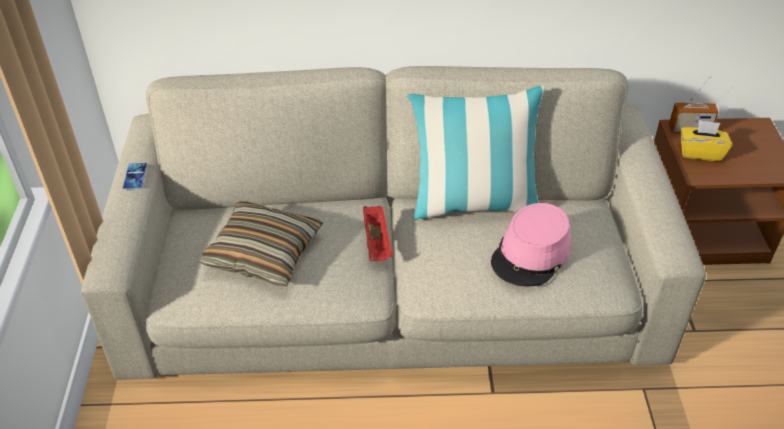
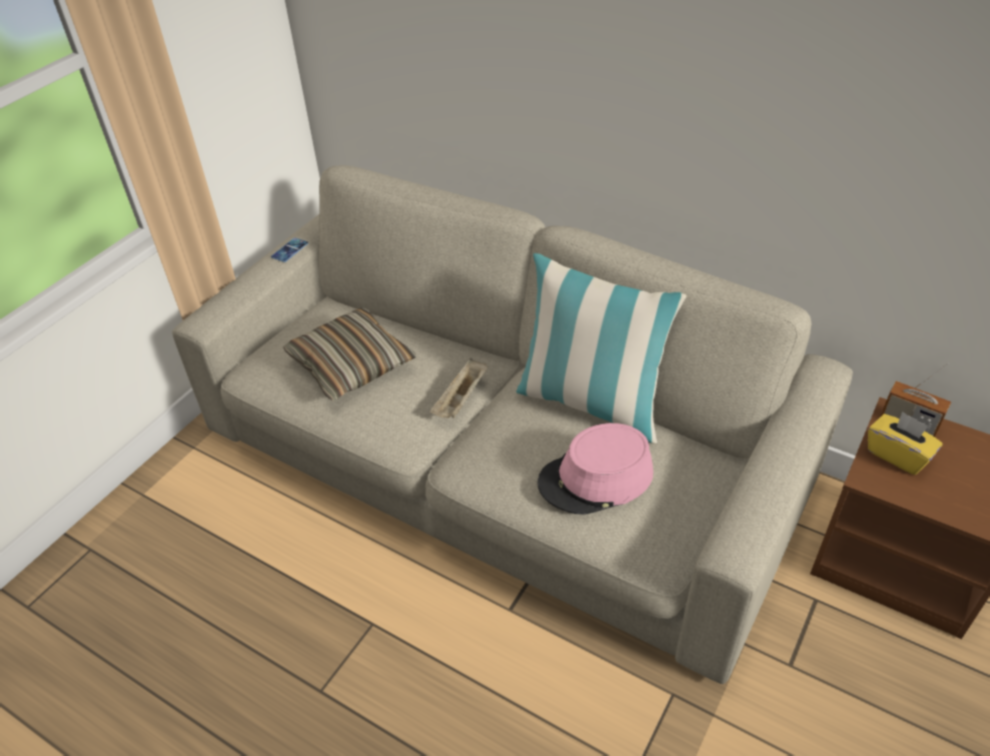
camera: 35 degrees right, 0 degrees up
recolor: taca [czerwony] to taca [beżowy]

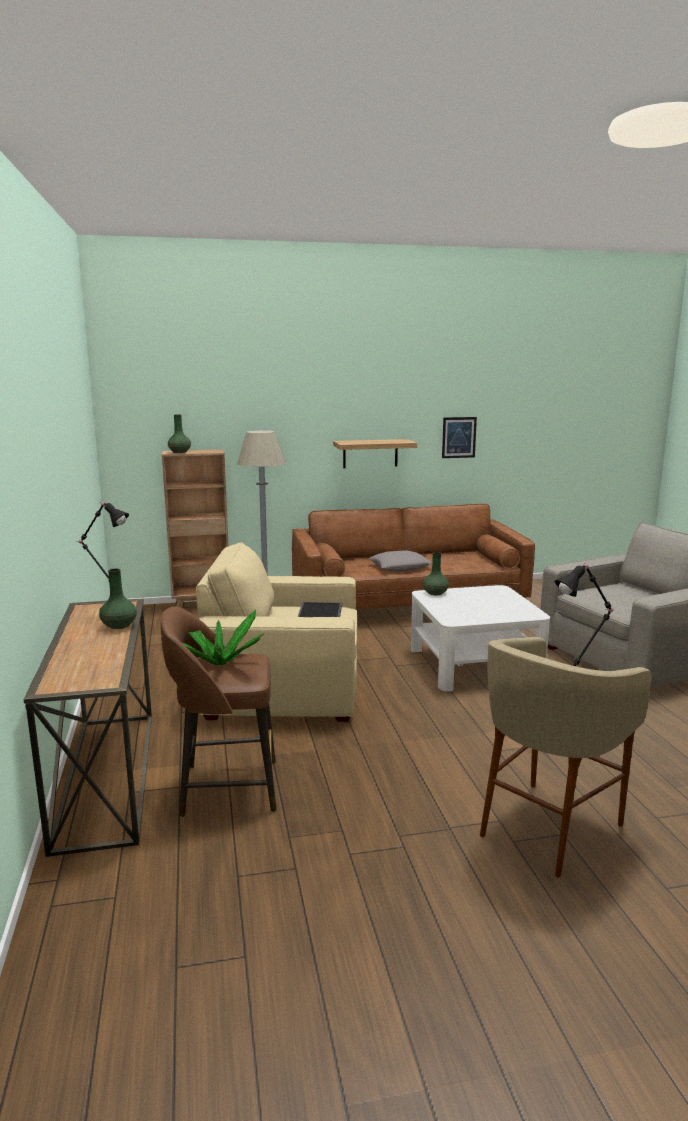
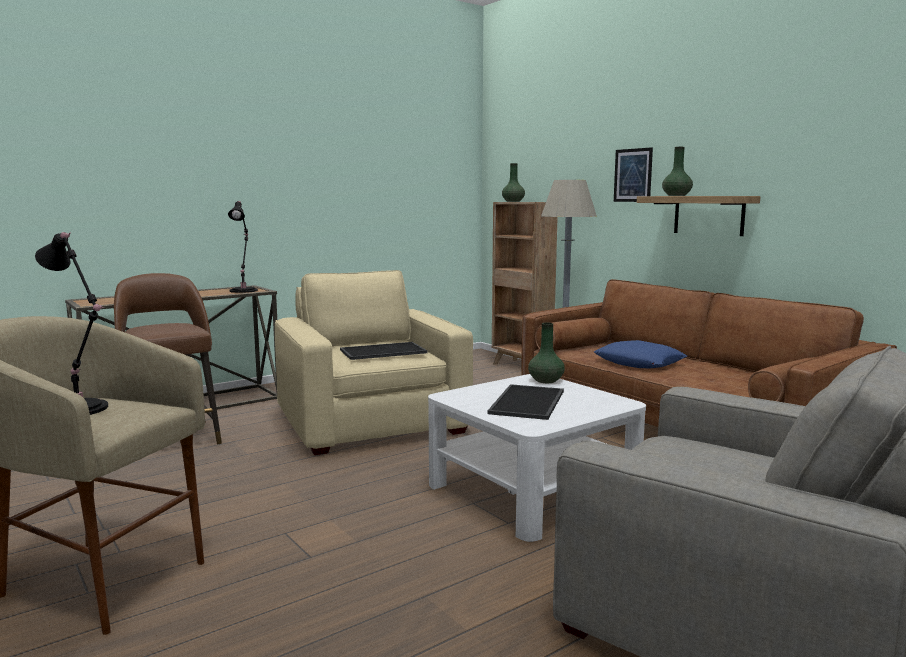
camera: 65 degrees right, 5 degrees down
delete: roślina doniczkowa
insert: taca (2nd from left)
move: wazon [zielony] (1st from left in the first image) to wazon [zielony] (3rd from left); obraz
recolor: poduszka [szary] to poduszka [niebieski]

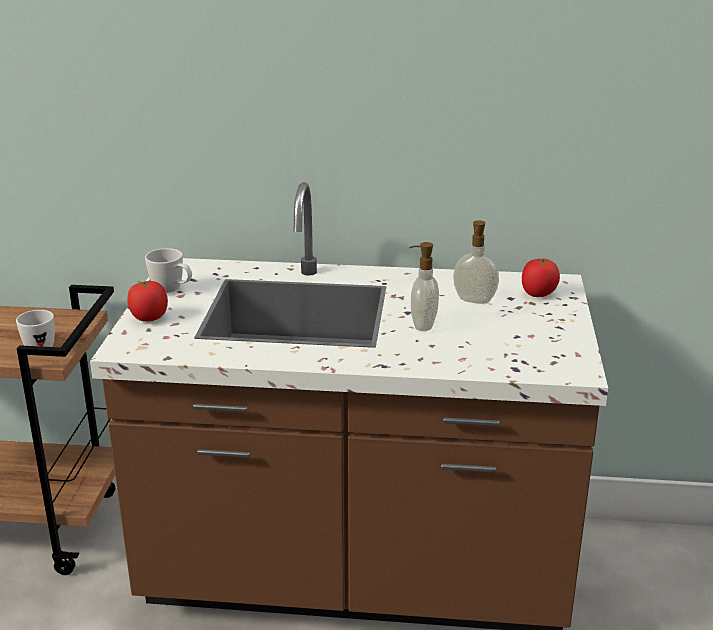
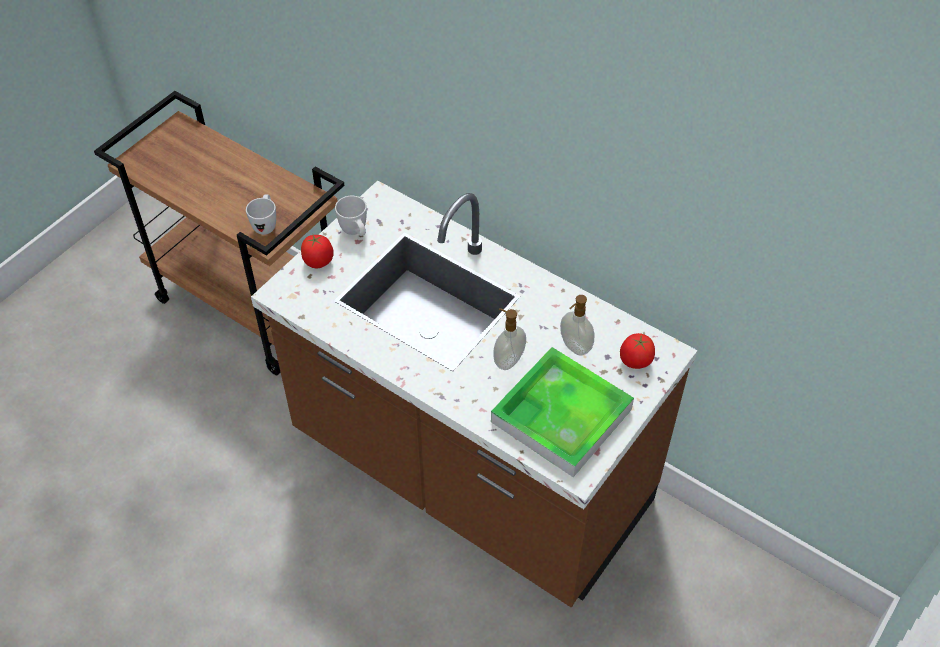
camera: 30 degrees right, 25 degrees up
insert: taca

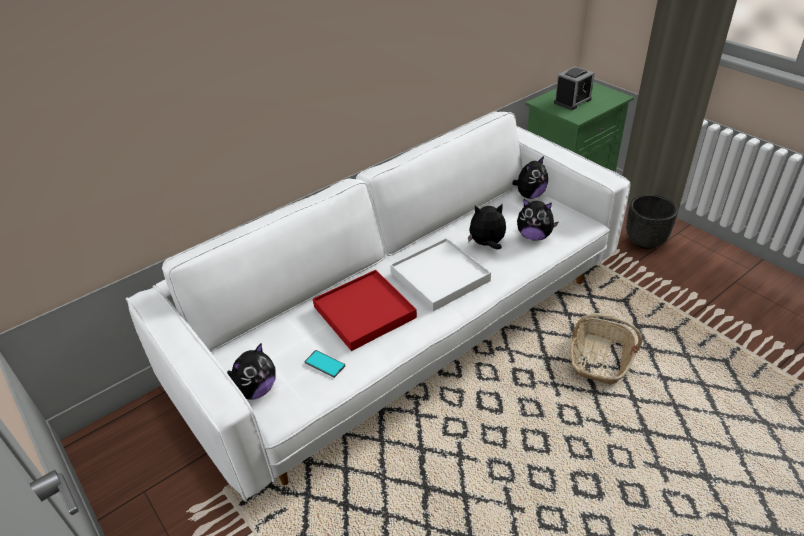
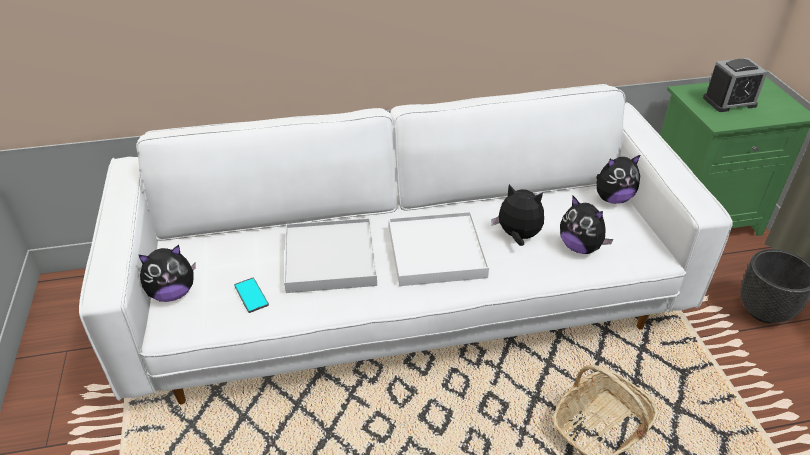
camera: 25 degrees right, 0 degrees up
recolor: taca [czerwony] to taca [biały] (1st from left)

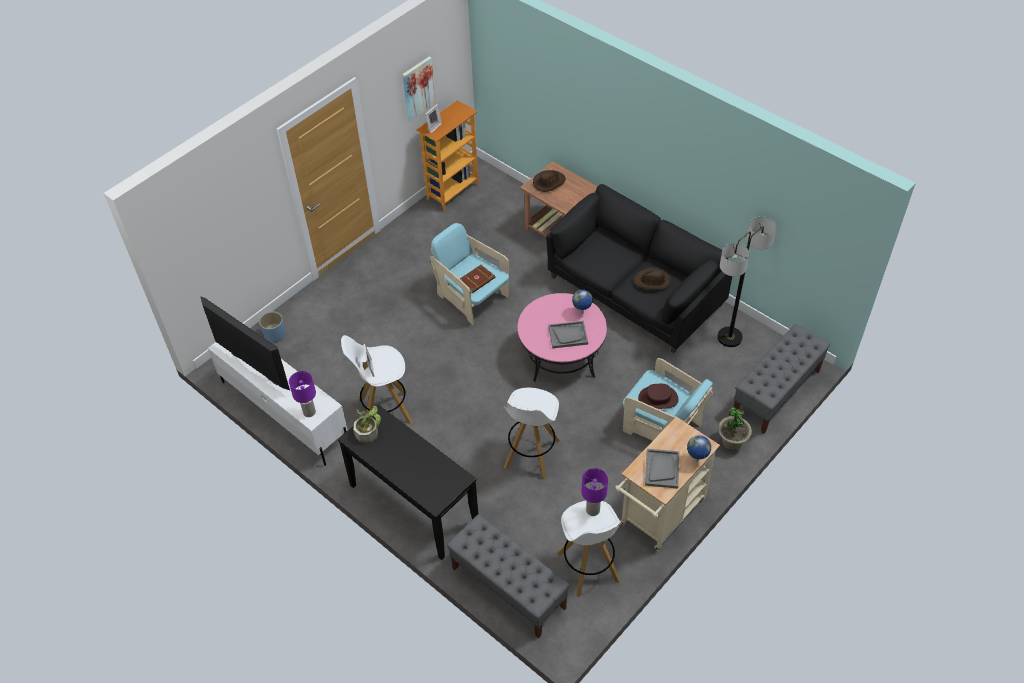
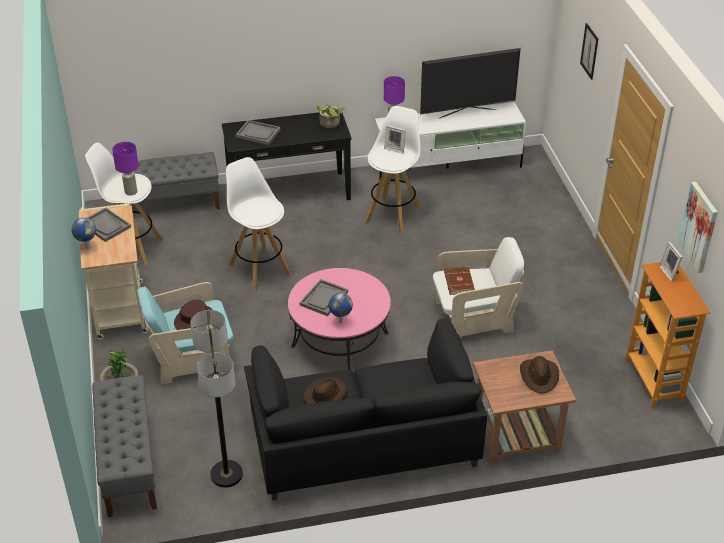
camera: 125 degrees right, 10 degrees down
delete: donica [niebieski]
insert: taca [szary] (2nd from left); obraz (1st from left)
recolor: fotel [turkusowy] (1st from left) to fotel [biały]

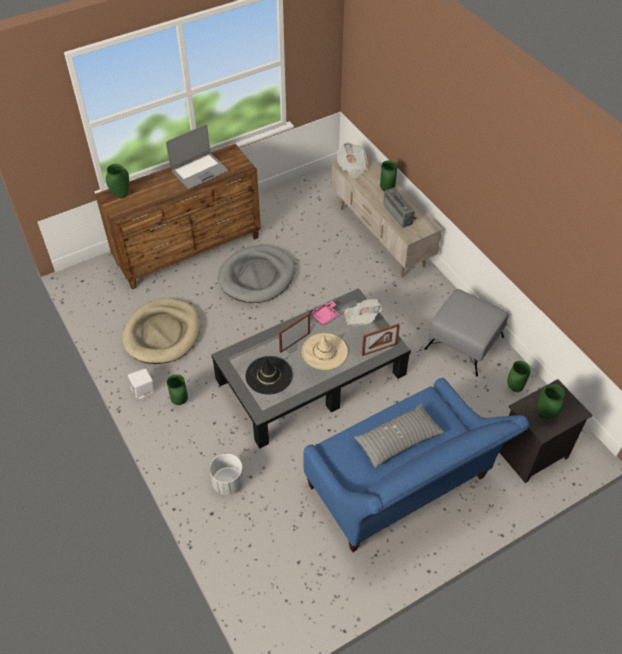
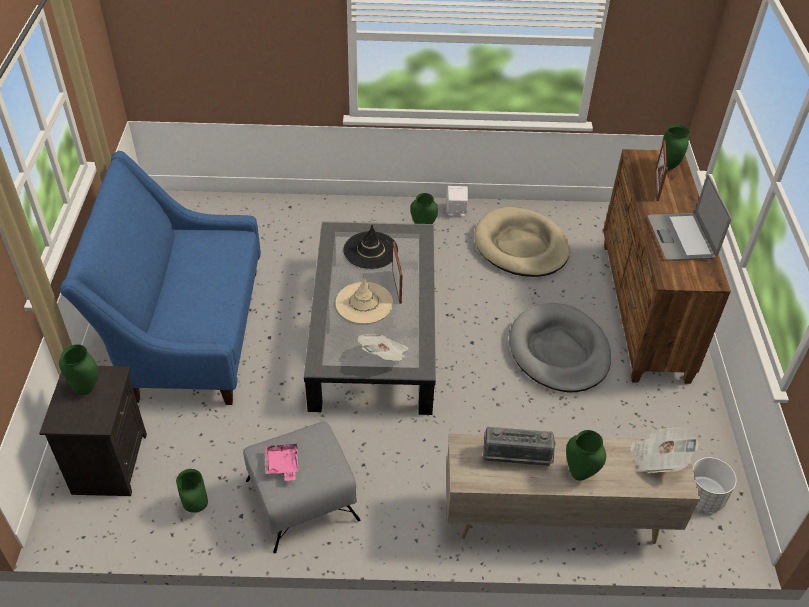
camera: 120 degrees right, 5 degrees down
delete: poduszka [szary]
move: donica [biały]; taca [różowy]; ramka na zdjęcie (2nd from left)

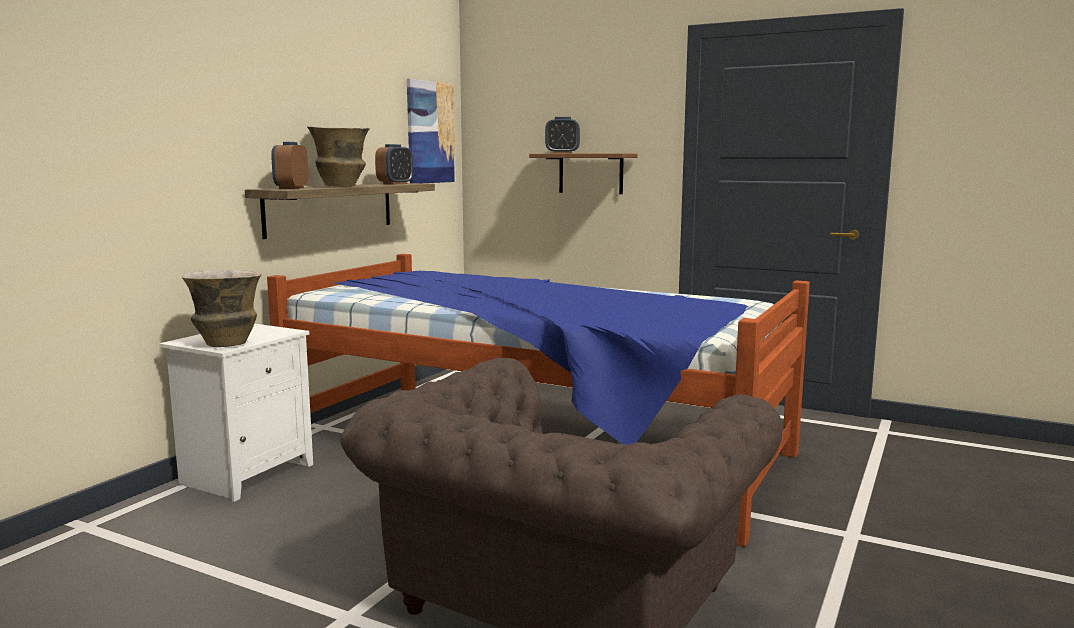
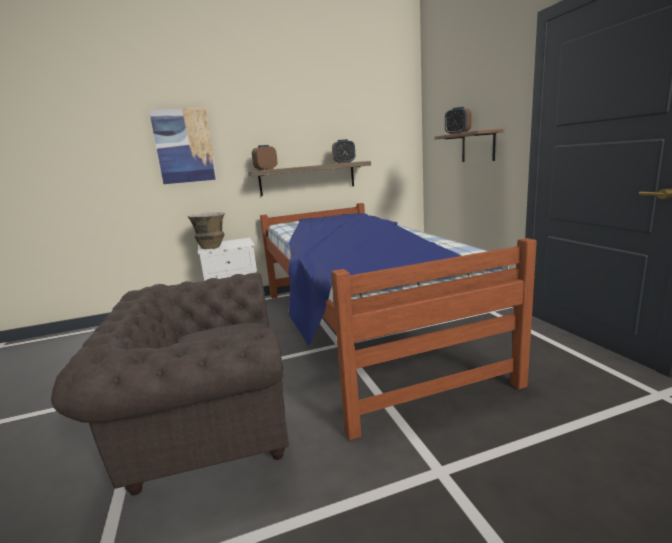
camera: 45 degrees right, 5 degrees up
delete: wazon (2nd from left)
move: obraz

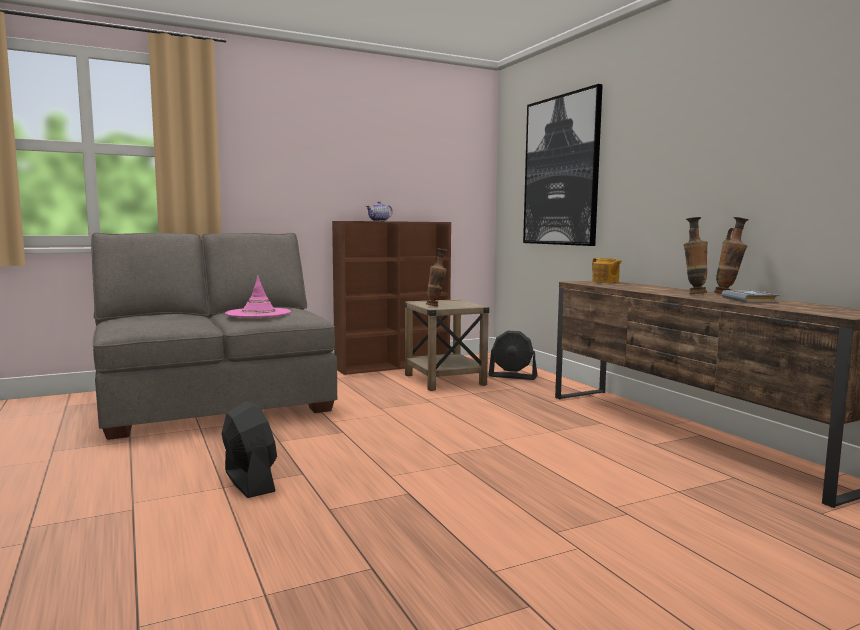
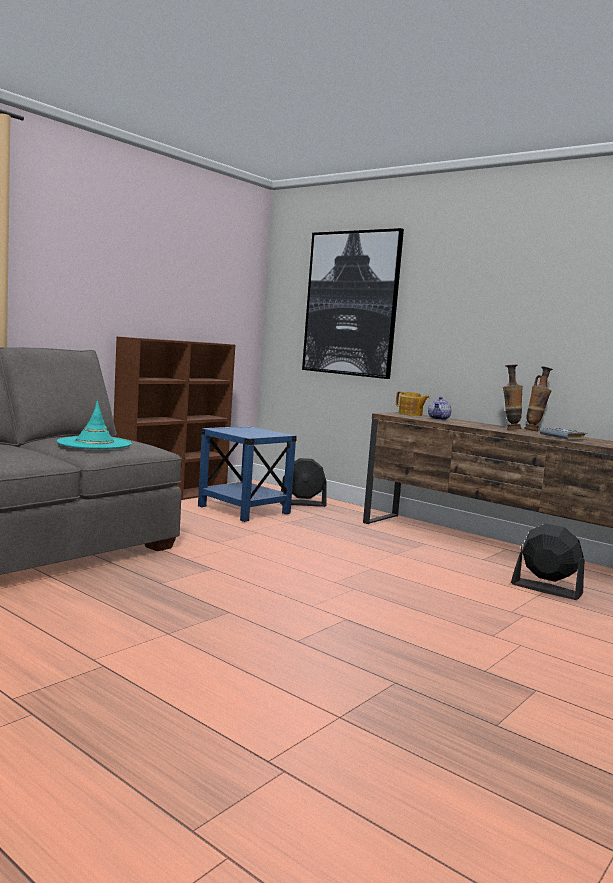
camera: 25 degrees left, 0 degrees up
delete: wazon (1st from left)
move: wentylator [czarny] (1st from left in the first image) to wentylator [czarny] (2nd from left); imbryk (1st from left in the first image) to imbryk (2nd from left)
recolor: kapelusz [różowy] to kapelusz [turkusowy]; stolik [beżowy] to stolik [niebieski]

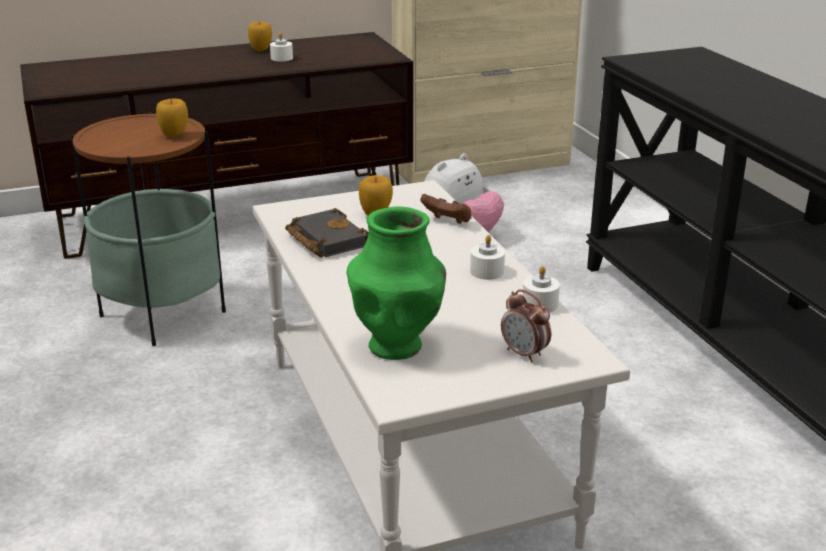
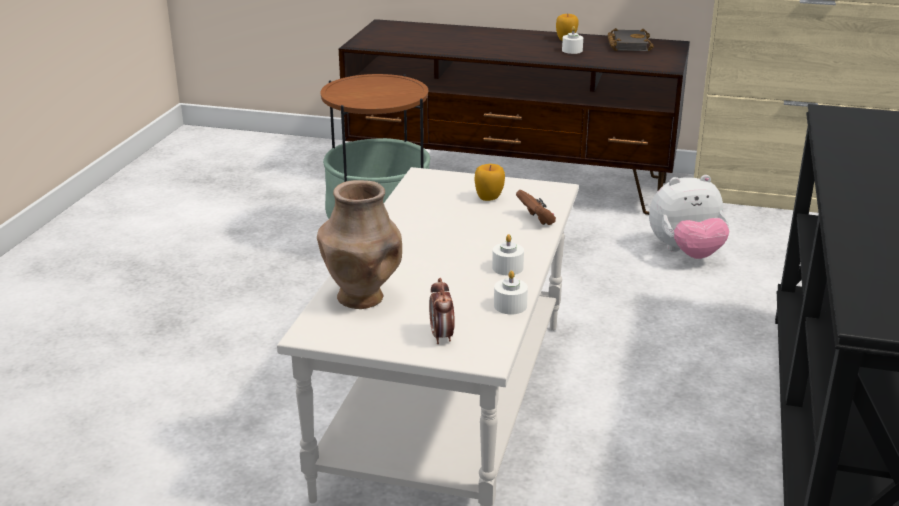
camera: 35 degrees right, 0 degrees up
delete: jabłko (1st from left)
move: książka [czarny]
recolor: wazon [zielony] to wazon [brązowy]

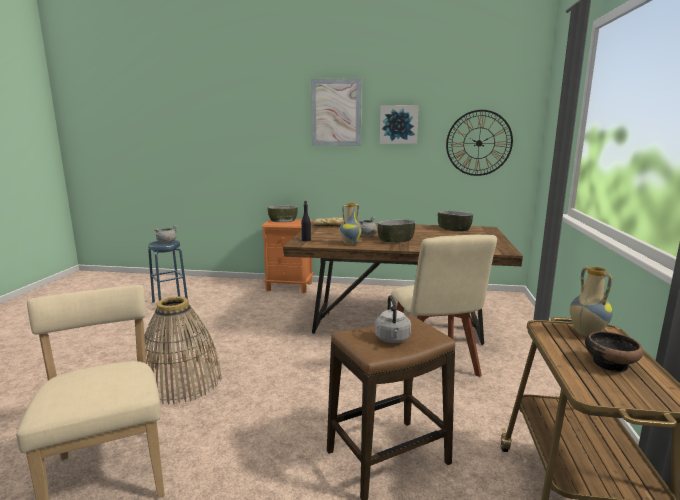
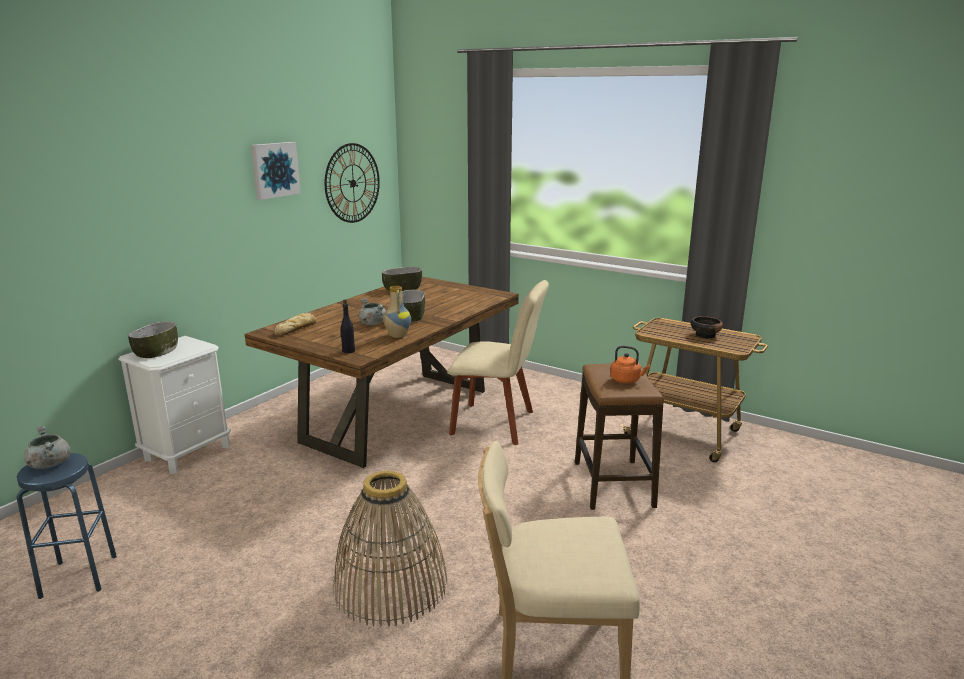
camera: 65 degrees left, 5 degrees up
delete: obraz (1st from left); wazon (2nd from left)
recolor: szafka nocna [pomarańczowy] to szafka nocna [biały]; czajnik [szary] to czajnik [pomarańczowy]

